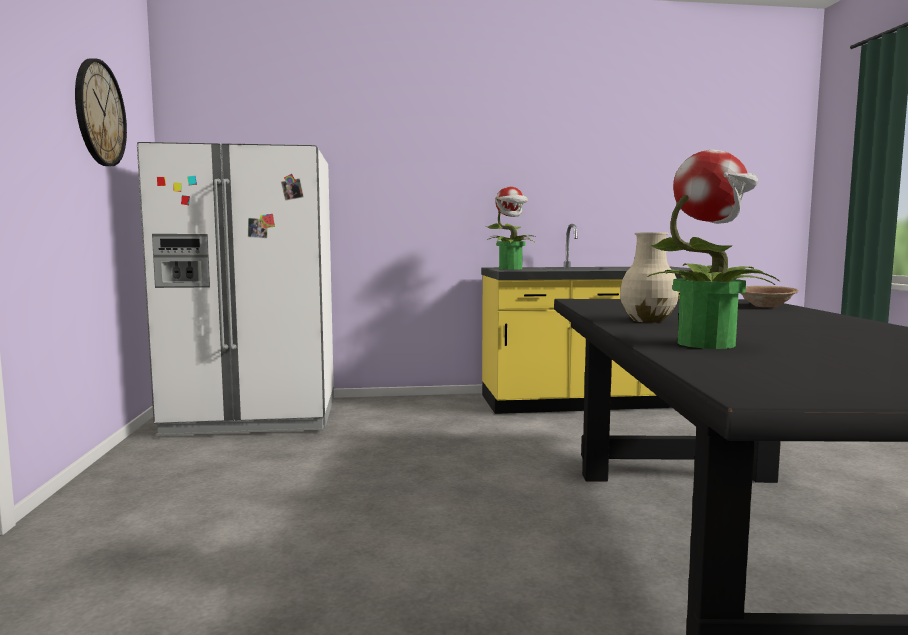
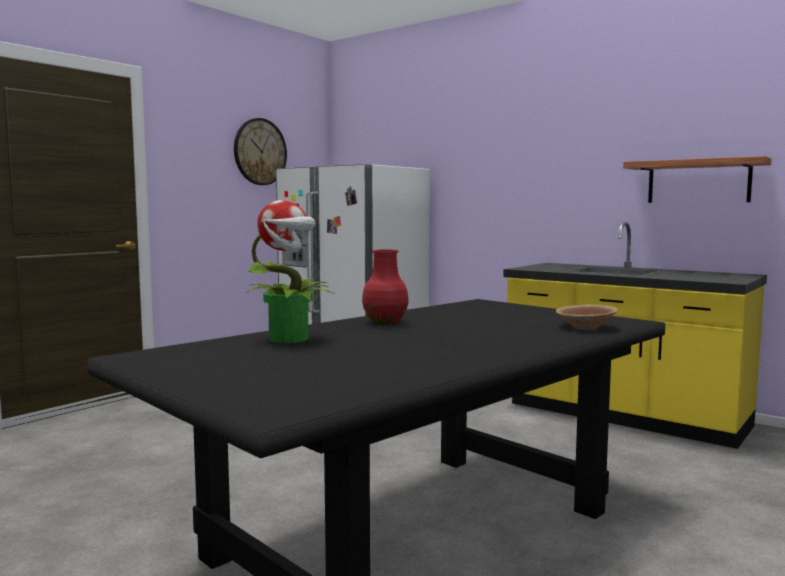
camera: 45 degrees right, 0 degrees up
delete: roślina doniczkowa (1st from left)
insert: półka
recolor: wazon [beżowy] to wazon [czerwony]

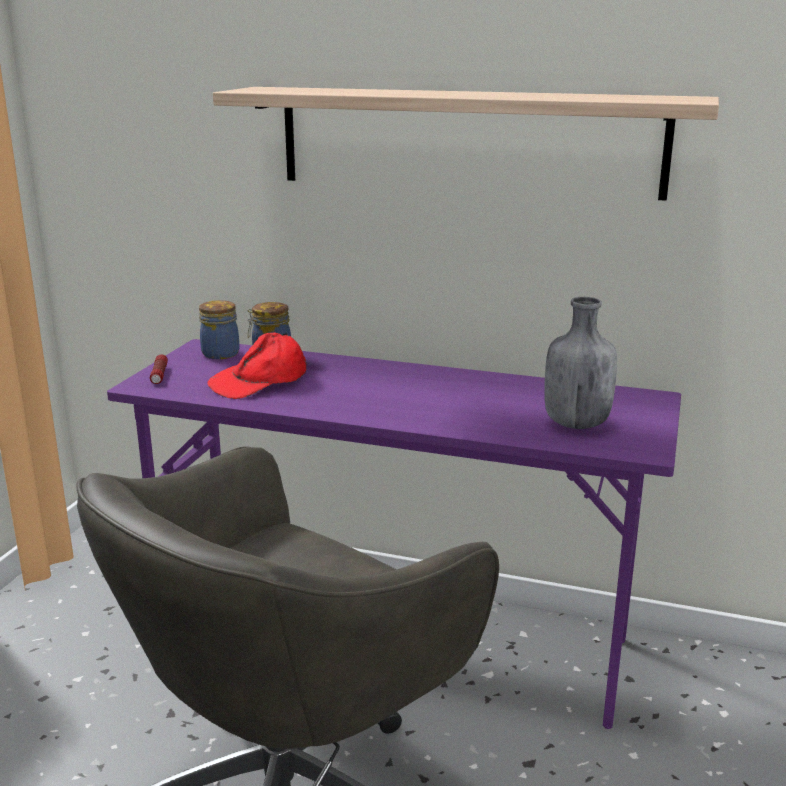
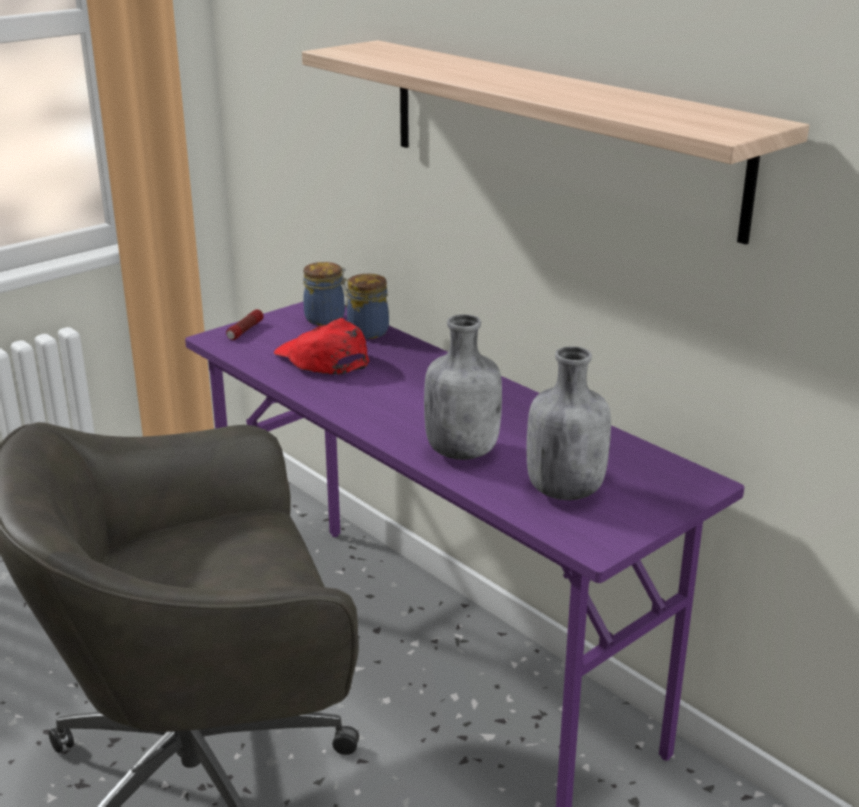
camera: 30 degrees right, 5 degrees up
insert: butelka [szary] (1st from left)
rotate: czapka z daszkiem [czerwony] 60 degrees clockwise

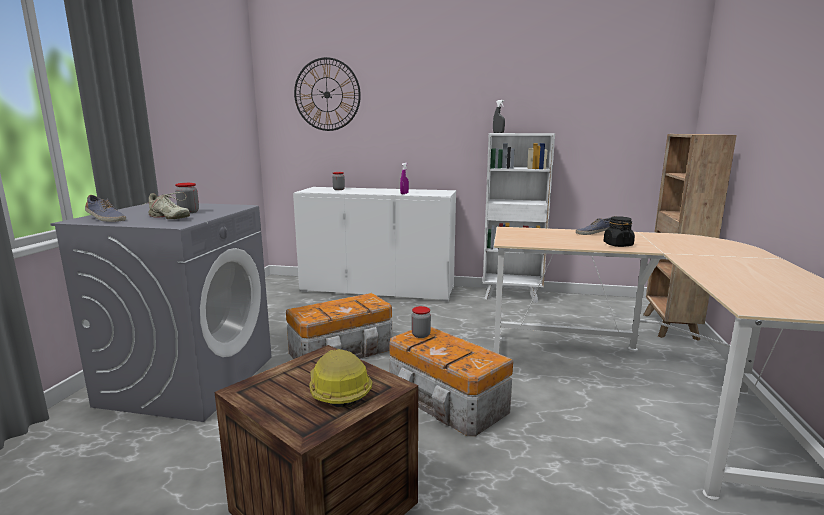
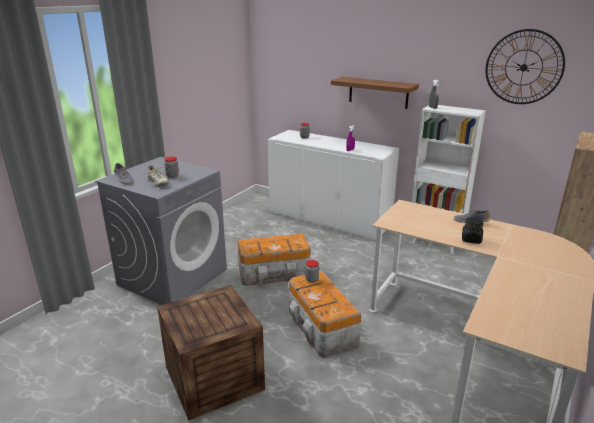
camera: 20 degrees right, 10 degrees up
delete: kask
insert: półka [brązowy]
move: zegar ścienny

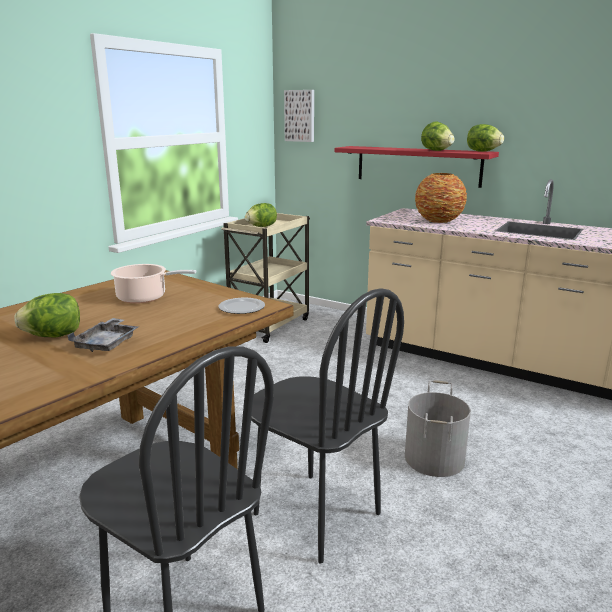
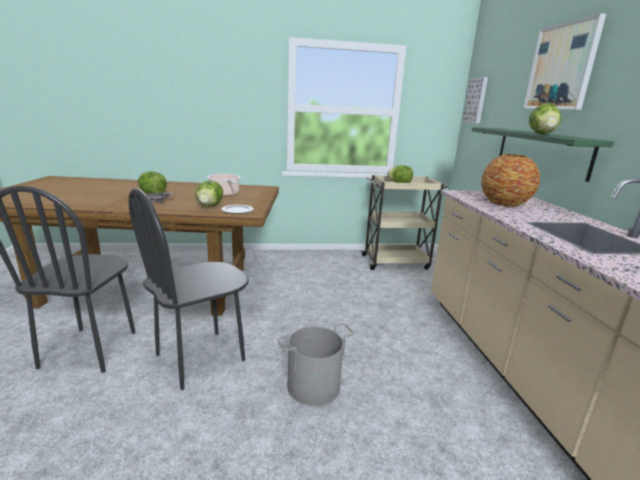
camera: 50 degrees right, 0 degrees up
insert: obraz (2nd from left)
move: sałata (4th from left in the first image) to sałata (2nd from left)
recolor: półka [czerwony] to półka [zielony]
rotate: krzesło [czarny] (2nd from left) 45 degrees clockwise

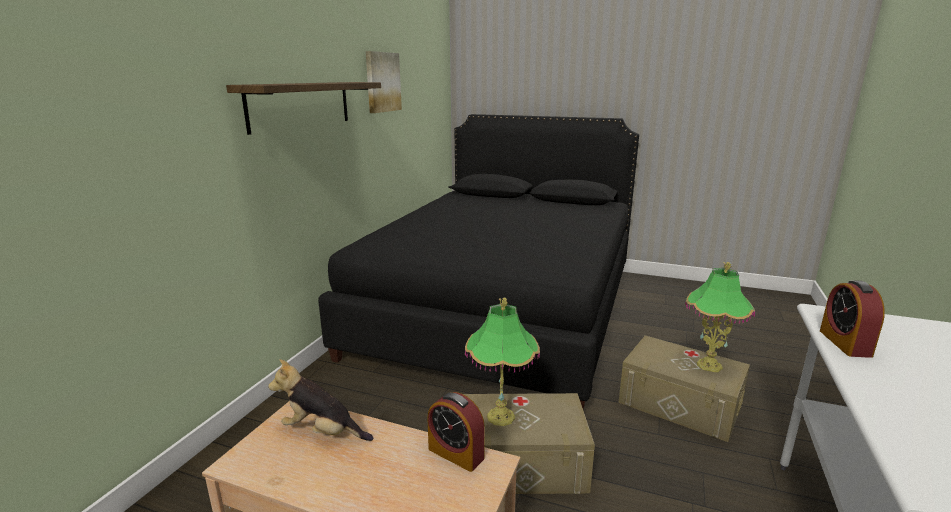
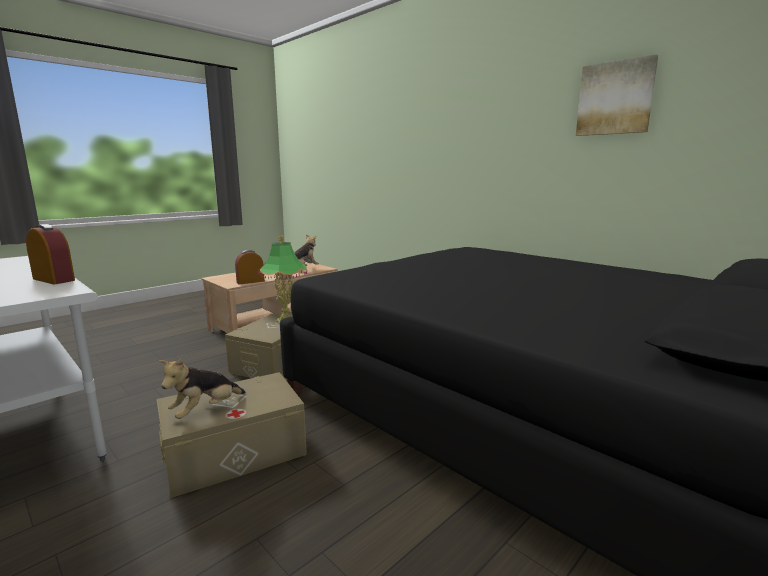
camera: 115 degrees right, 5 degrees down
delete: półka
replace: lampa stołowa (2nd from left) to pluszak (1st from left)

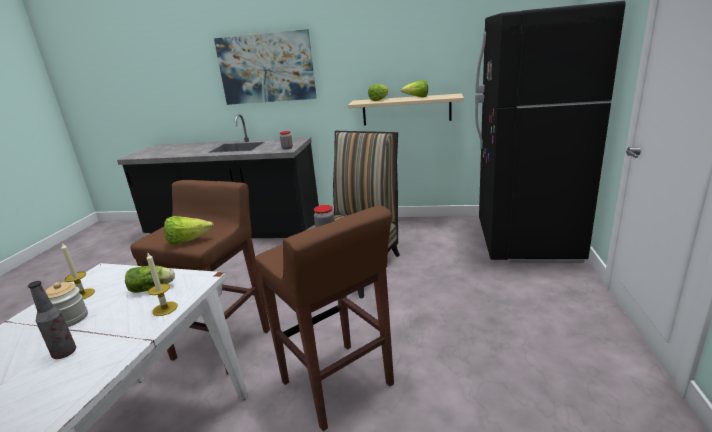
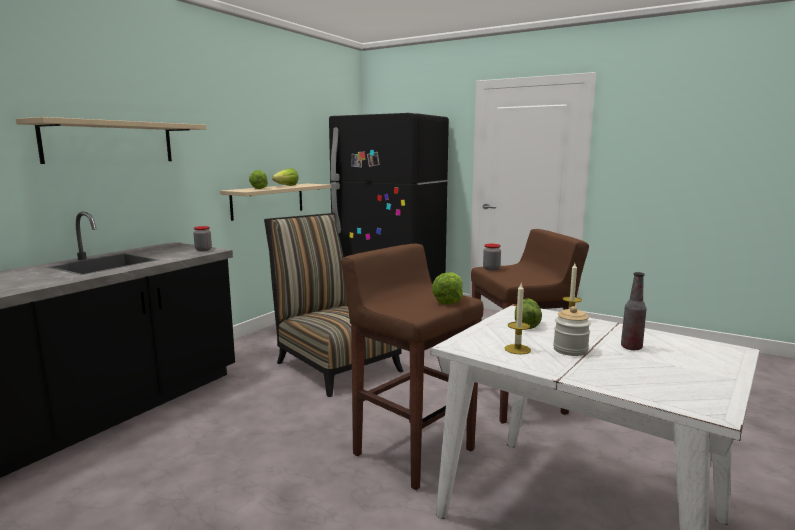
camera: 70 degrees left, 10 degrees down
replace: obraz to półka [beżowy] (1st from left)

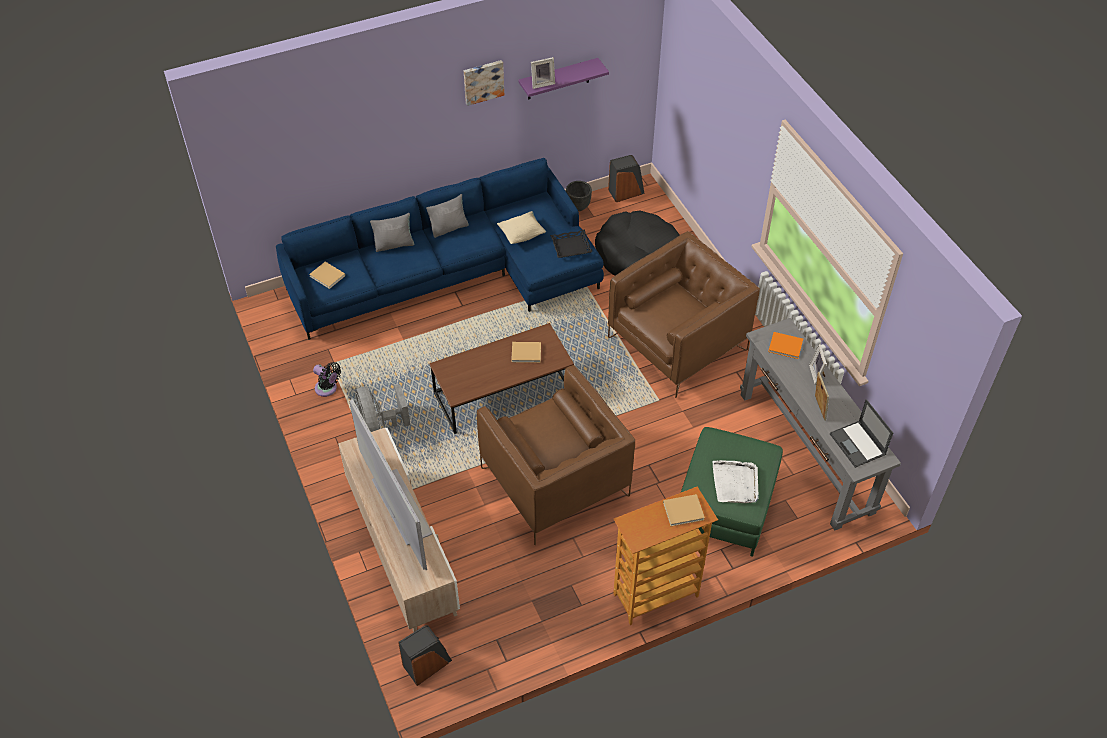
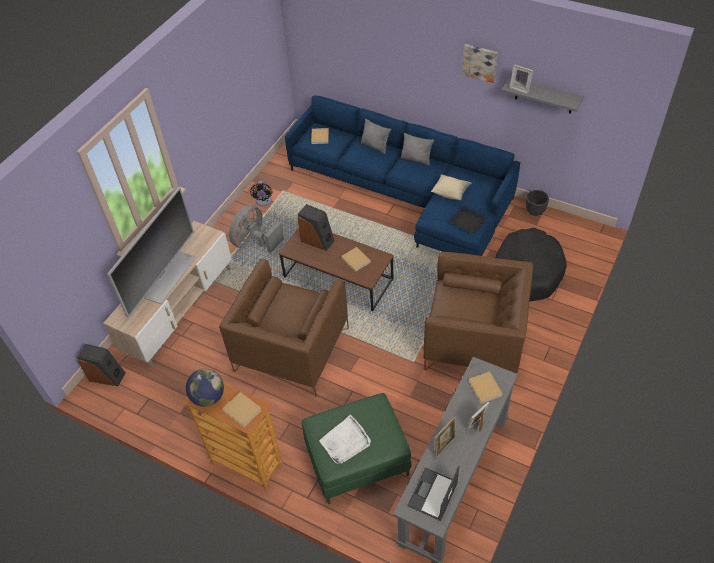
camera: 55 degrees right, 0 degrees up
insert: globus
move: głośnik (2nd from left)
recolor: półka [fioletowy] to półka [szary]; książka [pomarańczowy] to książka [beżowy] (4th from left)

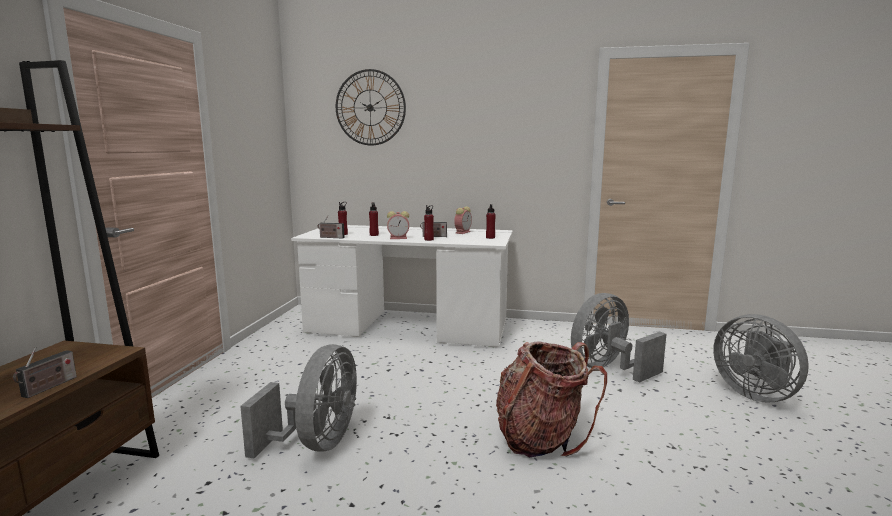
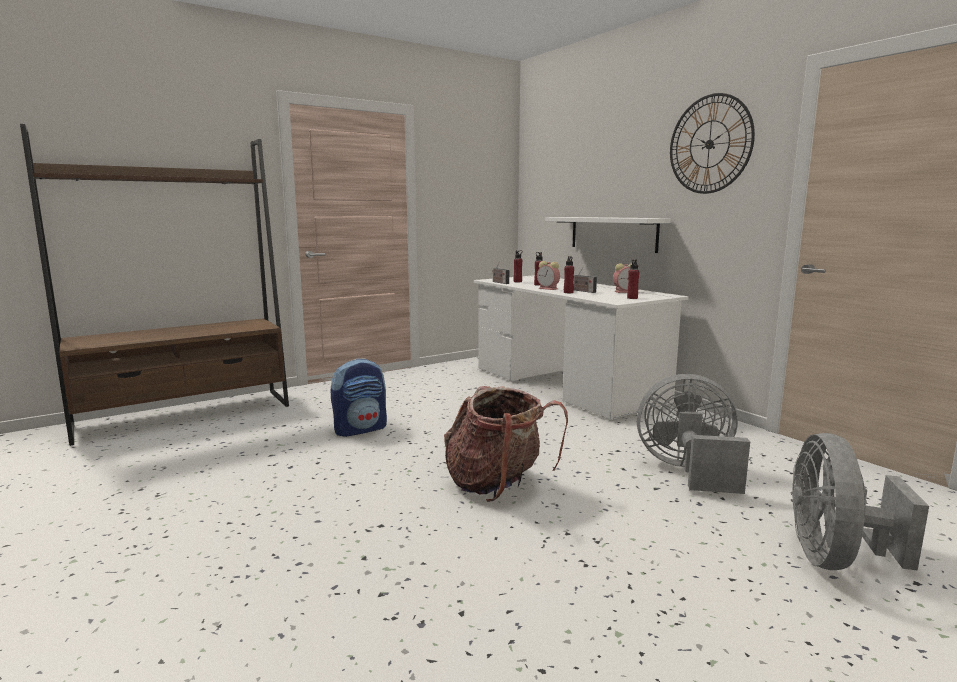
camera: 45 degrees right, 0 degrees up
delete: radio (1st from left)
insert: półka [biały]
move: zegar ścienny
replace: wentylator [szary] (1st from left) to plecak (1st from left)

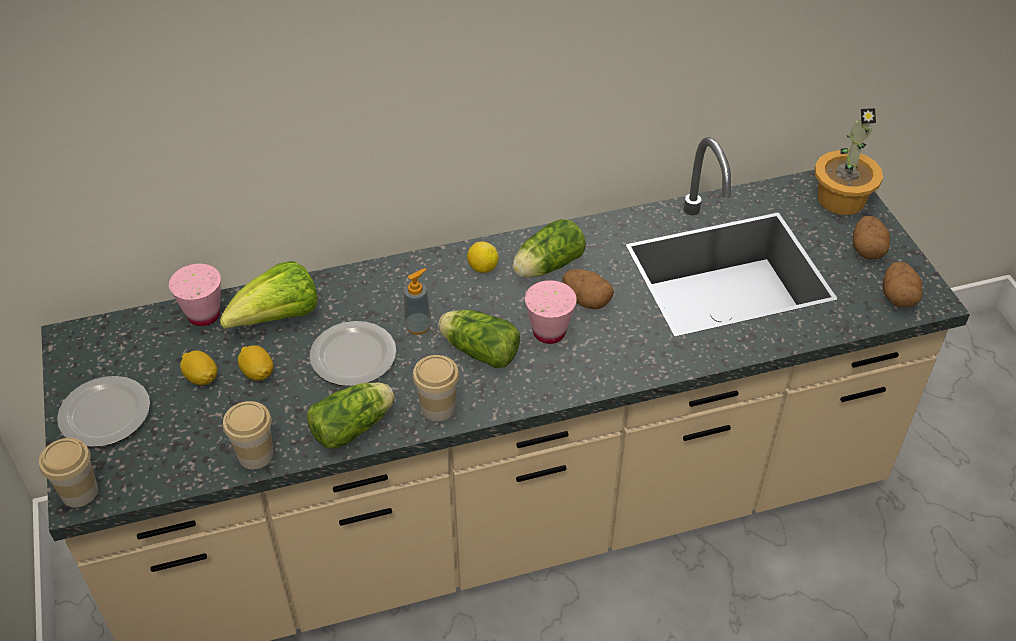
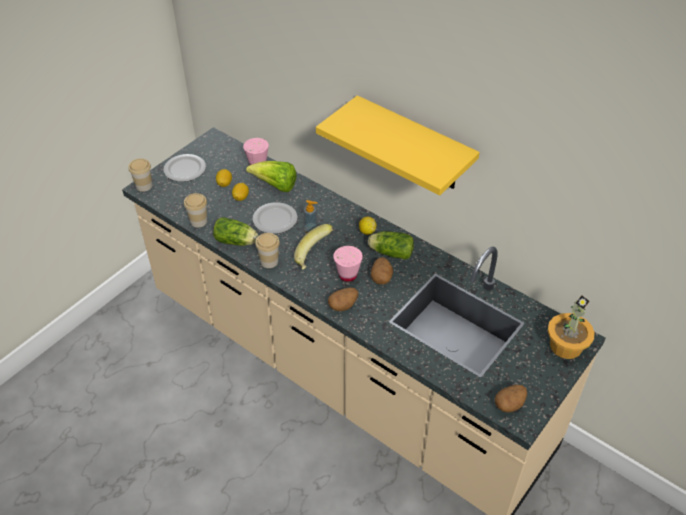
camera: 55 degrees right, 0 degrees up
insert: półka [żółty]
move: ziemniak (2nd from left in the first image) to ziemniak (1st from left)
replace: sałata (3rd from left) to banan

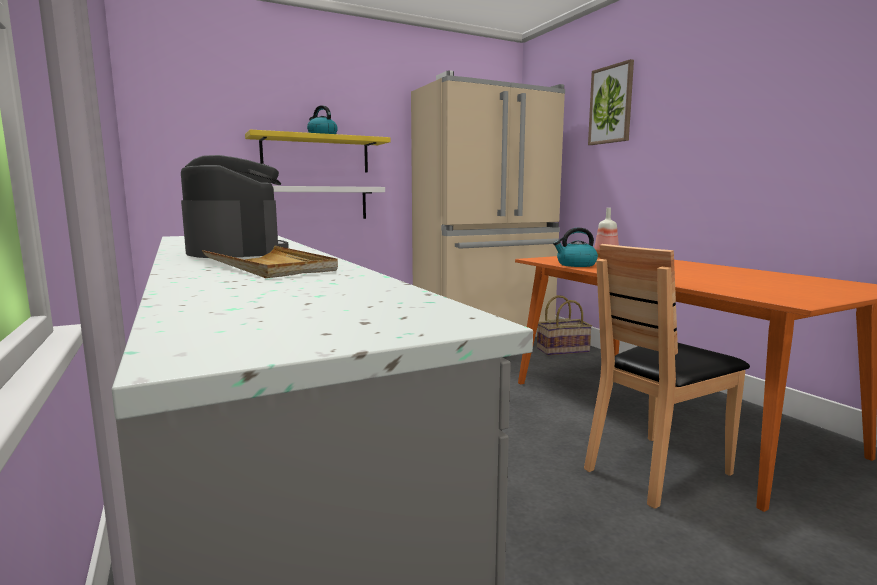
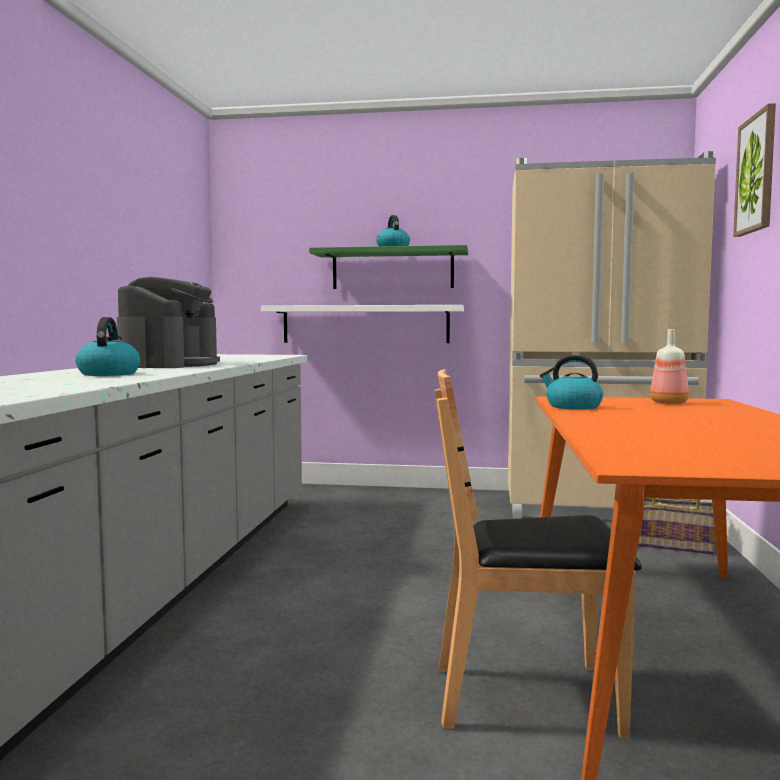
camera: 35 degrees right, 5 degrees down
replace: taca [beżowy] to czajnik (1st from left)
recolor: półka [żółty] to półka [zielony]

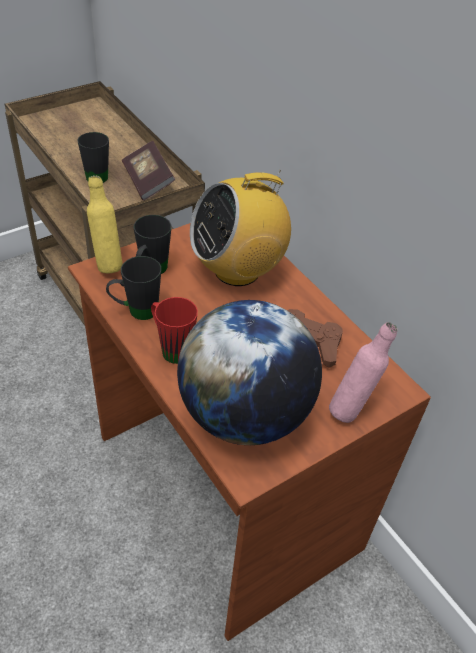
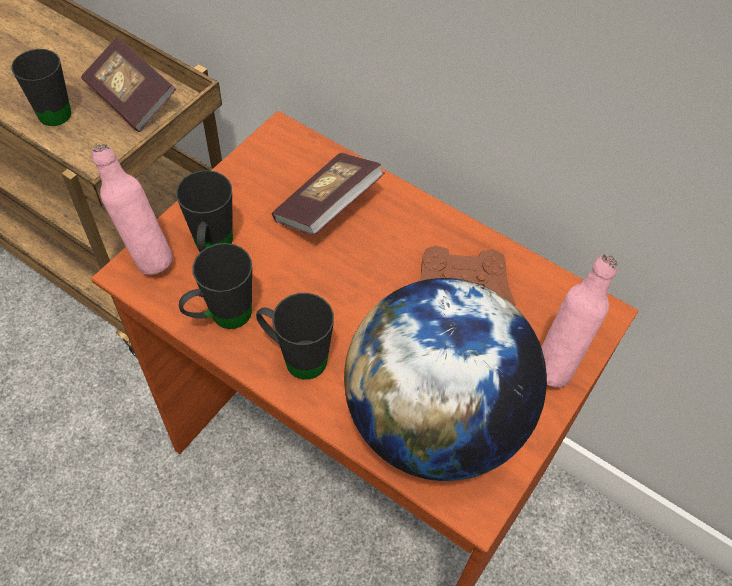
camera: 20 degrees left, 10 degrees up
replace: radio to książka (2nd from left)
recolor: butelka [żółty] to butelka [różowy] (1st from left); kubek [czerwony] to kubek [czarny] (4th from left)

